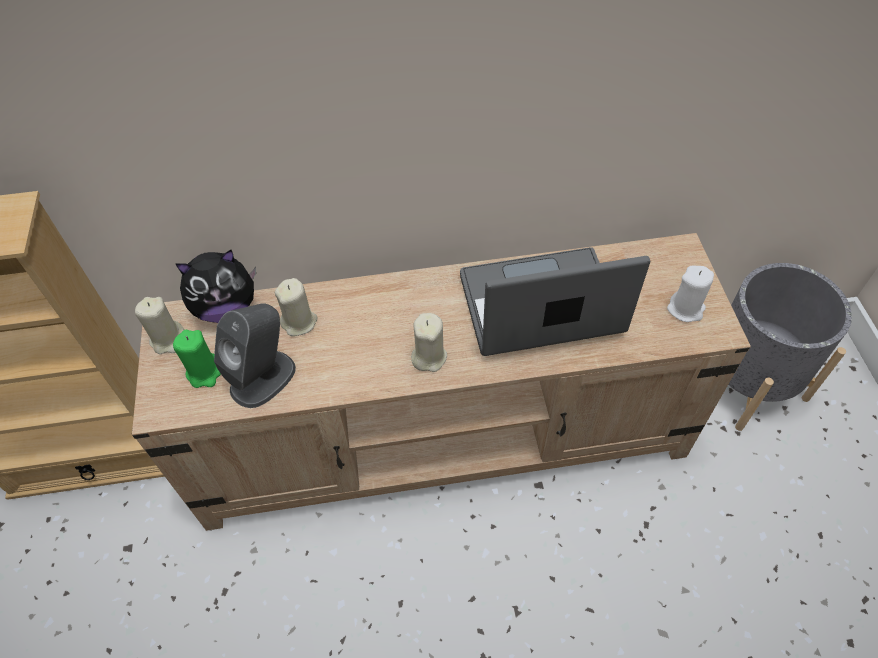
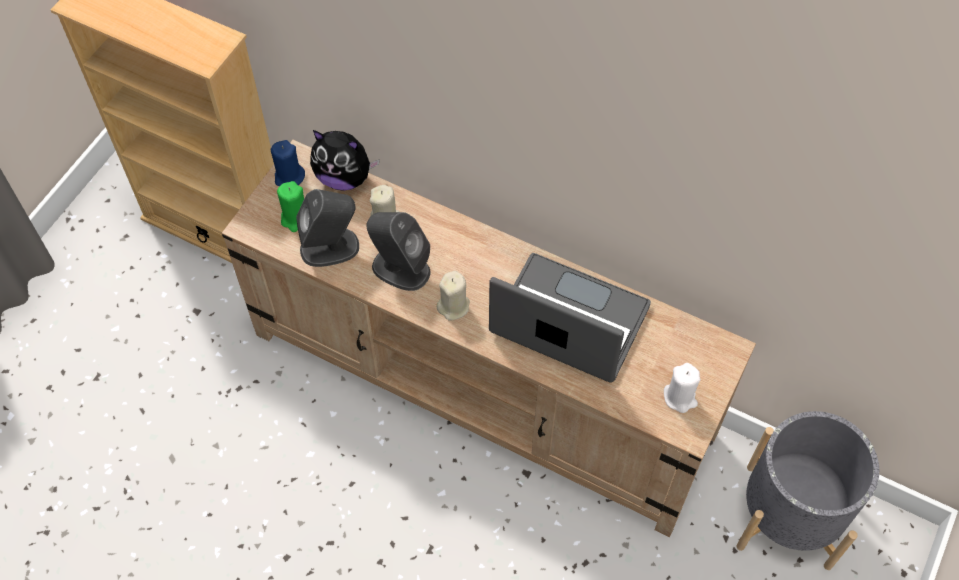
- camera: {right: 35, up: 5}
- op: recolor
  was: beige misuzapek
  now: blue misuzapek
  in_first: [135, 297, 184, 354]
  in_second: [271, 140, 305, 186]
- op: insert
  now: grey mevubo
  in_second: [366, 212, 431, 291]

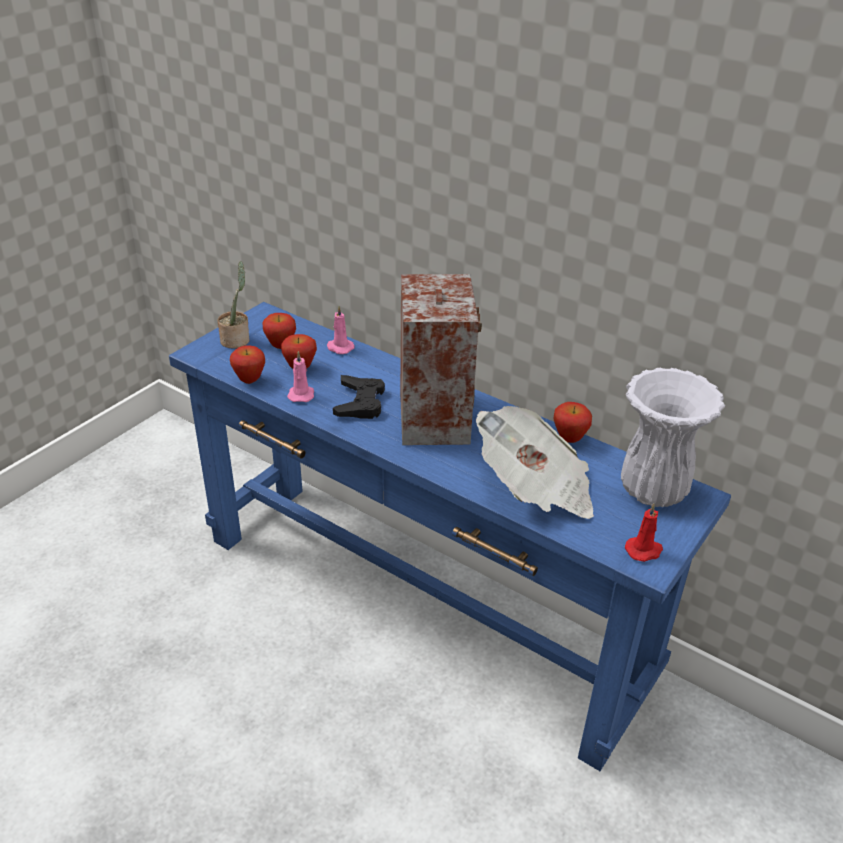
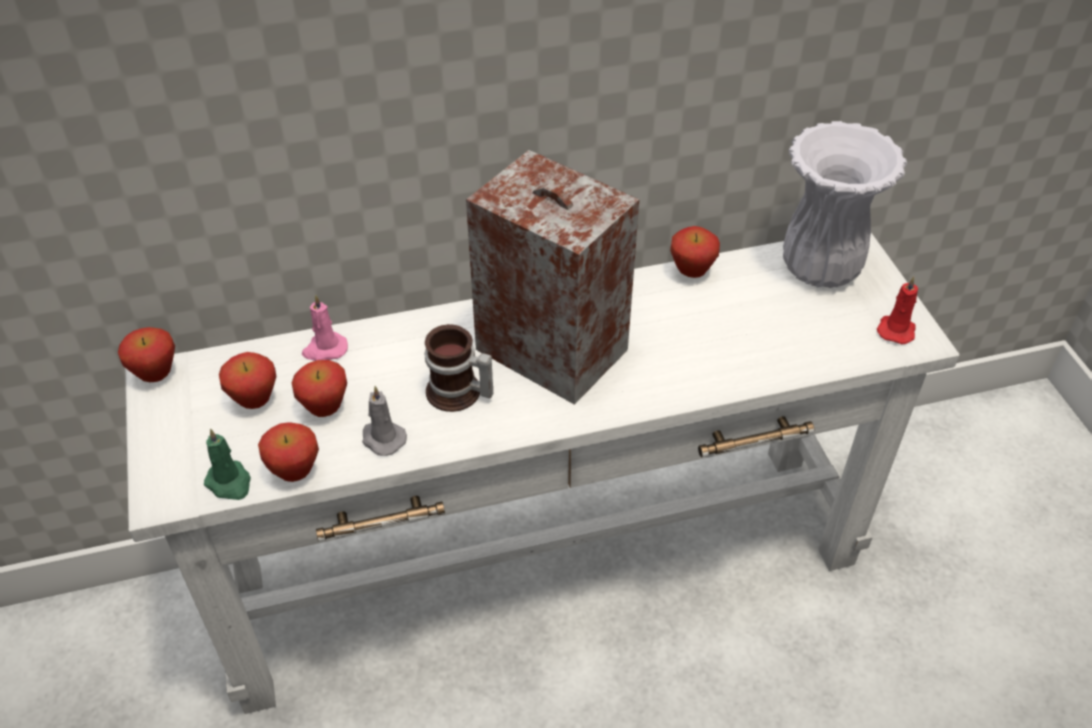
- camera: {right: -50, up: 10}
- op: recolor
  was: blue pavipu
  now: white pavipu
  in_first: [169, 302, 731, 771]
  in_second: [125, 233, 959, 714]
- op: delete
  was: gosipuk
  in_first: [218, 261, 250, 349]
- op: recolor
  was: pink misuzapek
  now: grey misuzapek
  in_first: [287, 351, 314, 402]
  in_second: [362, 386, 407, 456]
- op: replace
  was: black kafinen
  now: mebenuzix
  in_first: [333, 375, 385, 419]
  in_second: [425, 324, 493, 412]
- op: delete
  was: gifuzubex
  in_first: [476, 406, 594, 519]
- op: insert
  now: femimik
  in_second: [118, 327, 175, 382]
- op: insert
  now: green misuzapek
  in_second: [204, 428, 251, 500]

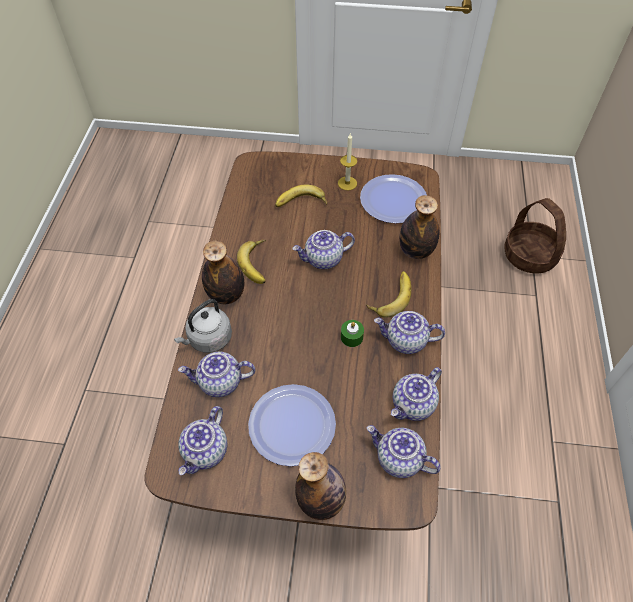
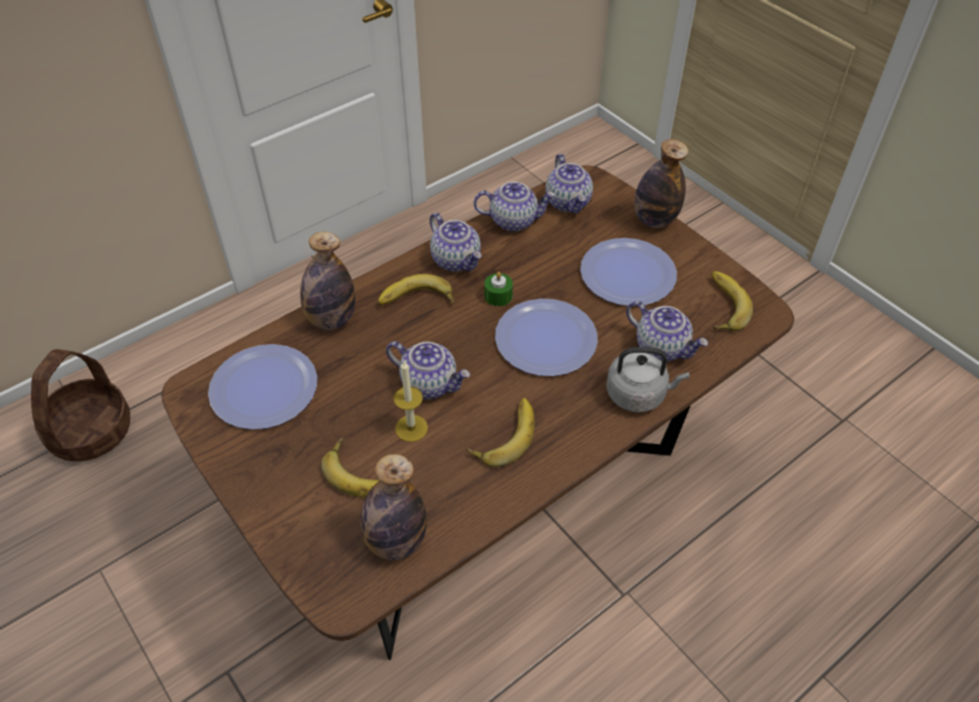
- camera: {right: -135, up: -5}
- op: replace
  was: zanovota
  now: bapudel
  in_first: [178, 406, 227, 475]
  in_second: [712, 271, 753, 331]
- op: move
  was: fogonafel
  in_first: [202, 241, 244, 304]
  in_second: [360, 454, 427, 560]
- op: move
  was: misuzapek
  in_first: [338, 134, 357, 191]
  in_second: [394, 361, 428, 442]
- op: insert
  now: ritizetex
  in_second: [495, 299, 598, 376]

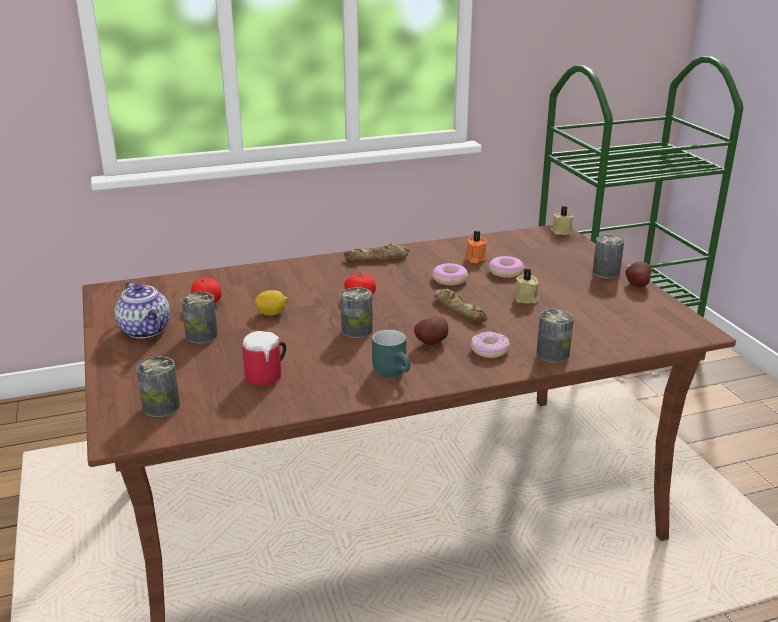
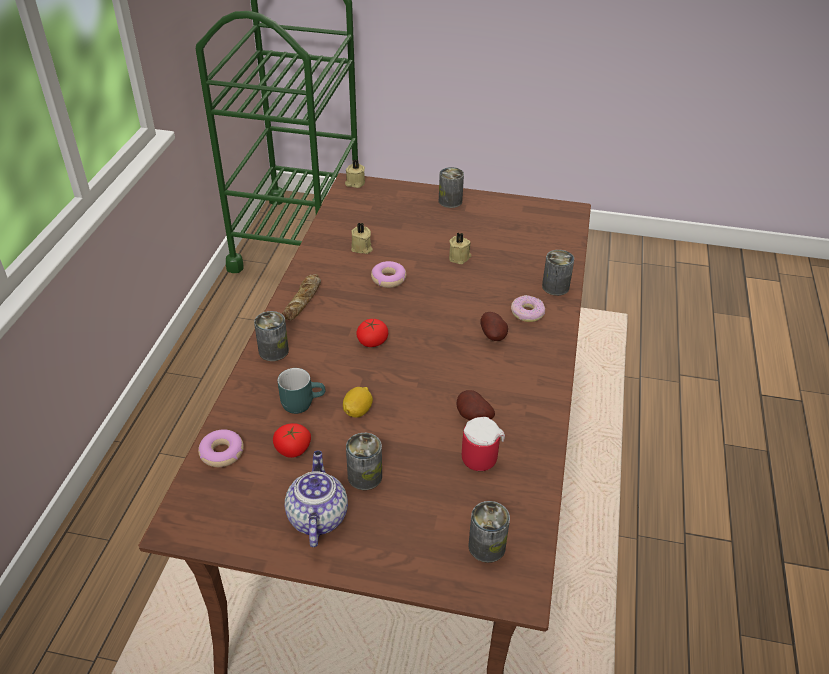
- camera: {right: -60, up: 15}
- op: rotate
  was: zanovota
  in_first: [115, 281, 170, 338]
  in_second: [285, 451, 348, 547]
  clockwise: -90
- op: move
  was: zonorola
  in_first: [341, 287, 373, 339]
  in_second: [254, 311, 289, 361]
- op: move
  was: turquoise mebenuzix
  in_first: [372, 330, 411, 377]
  in_second: [277, 368, 326, 414]
- op: delete
  was: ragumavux
  in_first: [434, 288, 487, 323]
- op: recolor
  was: orange misuzapek
  now: beige misuzapek
  in_first: [465, 231, 487, 263]
  in_second: [351, 223, 373, 254]
- op: move
  was: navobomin
  in_first: [489, 256, 525, 278]
  in_second: [198, 429, 244, 467]
- op: move
  was: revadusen
  in_first: [625, 261, 652, 287]
  in_second: [457, 390, 495, 420]

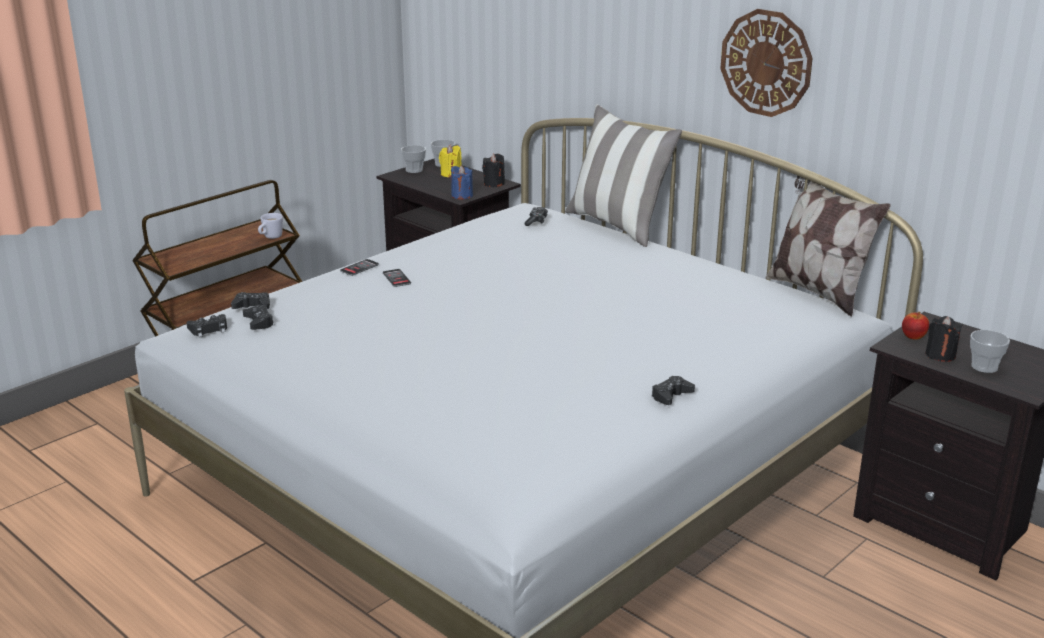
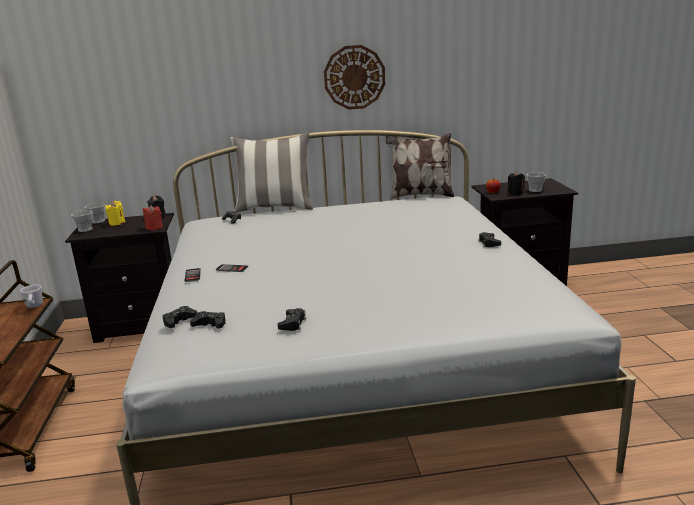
- camera: {right: -50, up: -5}
- op: move
  was: black kafinen
  in_first: [186, 314, 227, 337]
  in_second: [278, 308, 306, 331]
- op: recolor
  was: blue misuzapek
  now: red misuzapek
  in_first: [451, 165, 473, 200]
  in_second: [143, 205, 163, 230]

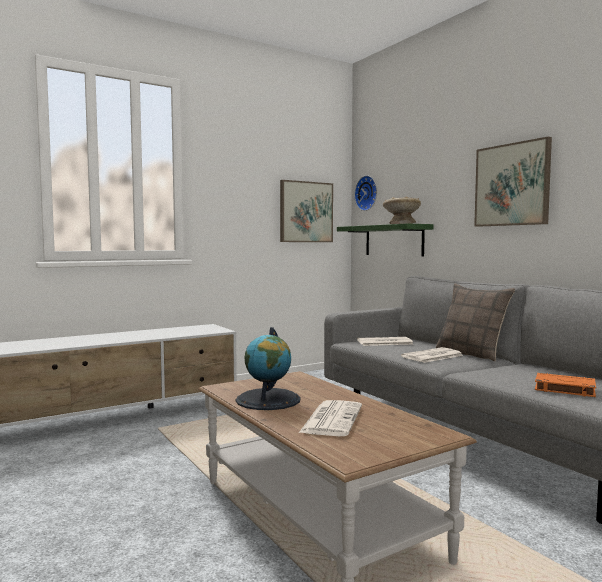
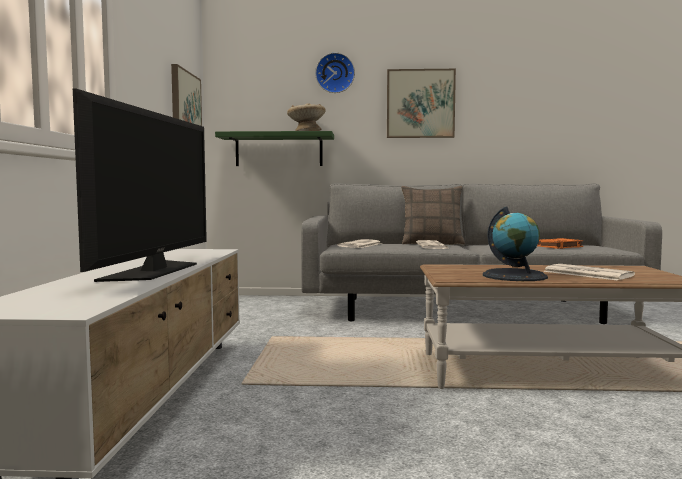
- camera: {right: -55, up: 0}
- op: move
  was: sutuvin
  in_first: [354, 175, 377, 211]
  in_second: [315, 53, 355, 93]
- op: insert
  now: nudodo
  in_second: [73, 89, 207, 282]

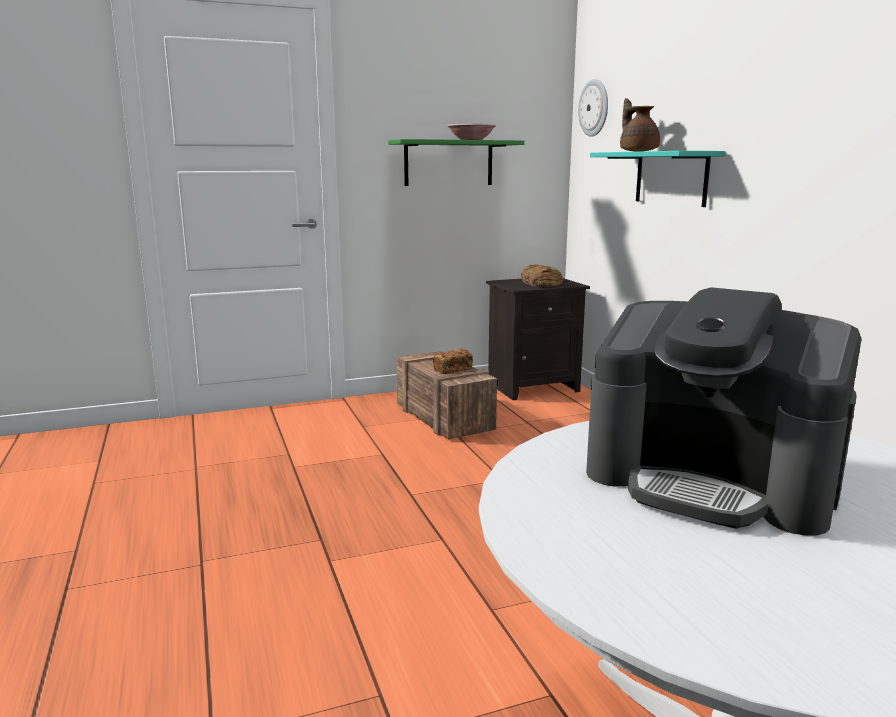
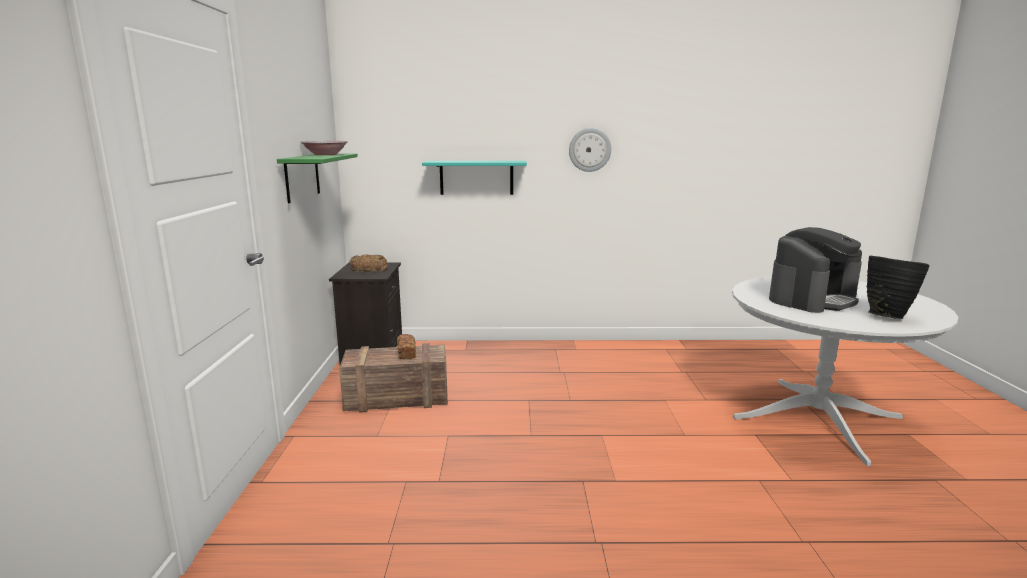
- camera: {right: -70, up: 0}
- op: move
  was: sutuvin
  in_first: [578, 79, 608, 137]
  in_second: [569, 128, 611, 172]
- op: delete
  was: brown zanovota
  in_first: [620, 98, 660, 152]
- op: insert
  now: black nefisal
  in_second: [867, 256, 929, 319]

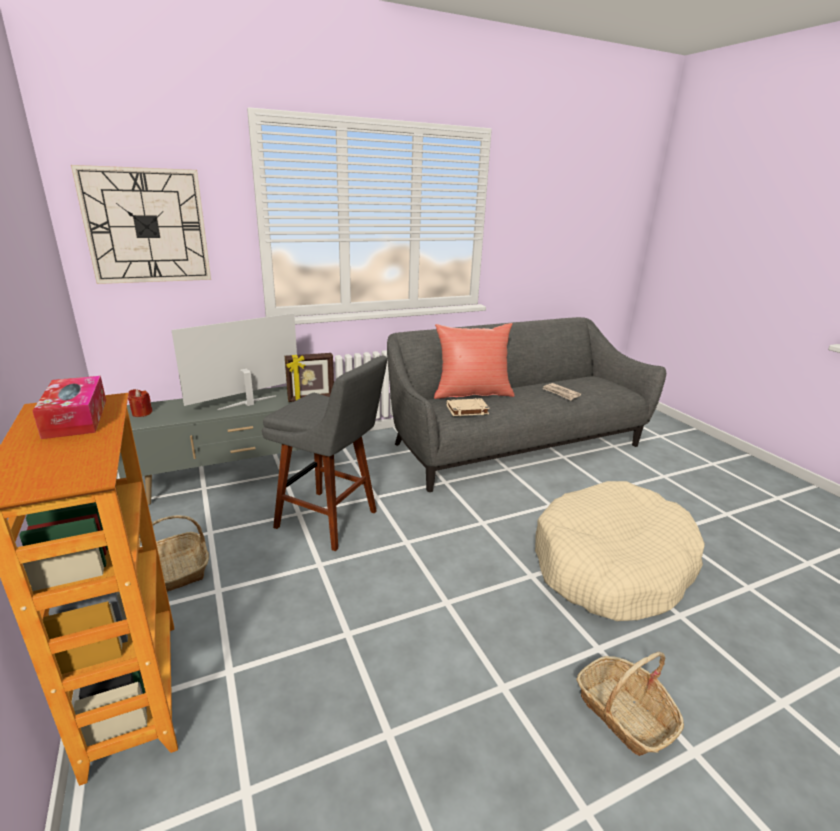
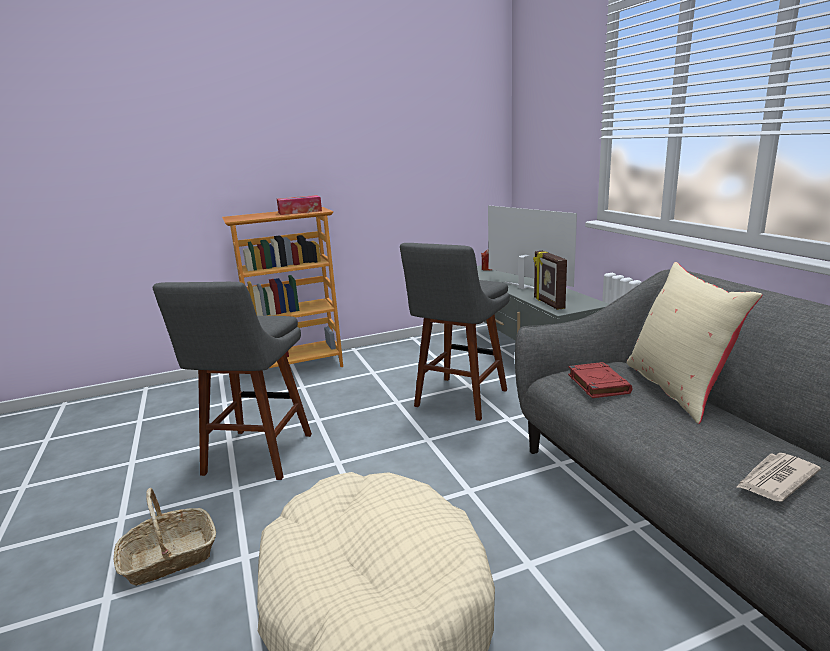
- camera: {right: 95, up: -5}
- op: delete
  was: sutuvin
  in_first: [71, 165, 211, 284]
- op: delete
  was: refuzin
  in_first: [138, 515, 209, 592]
- op: recolor
  was: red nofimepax
  now: beige nofimepax
  in_first: [434, 323, 515, 399]
  in_second: [627, 262, 762, 424]
- op: recolor
  was: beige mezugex
  now: red mezugex
  in_first: [447, 398, 490, 416]
  in_second: [568, 362, 632, 398]
- op: insert
  now: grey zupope
  in_second: [153, 282, 312, 480]

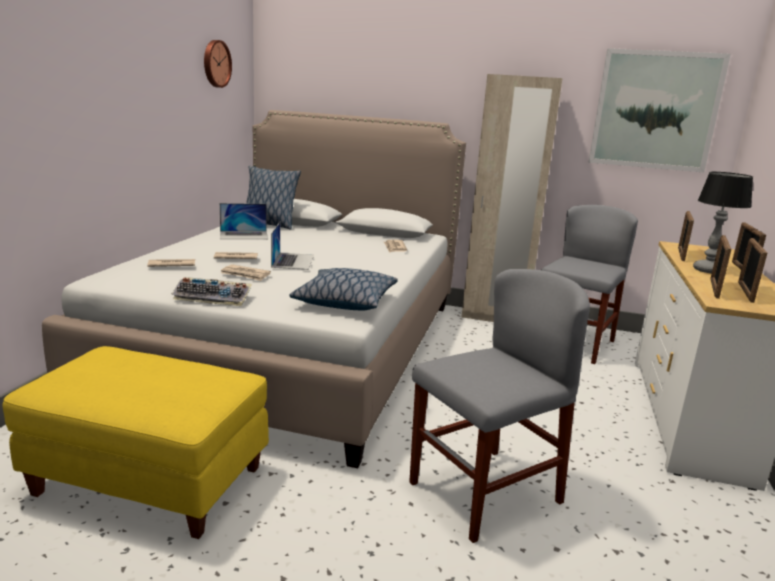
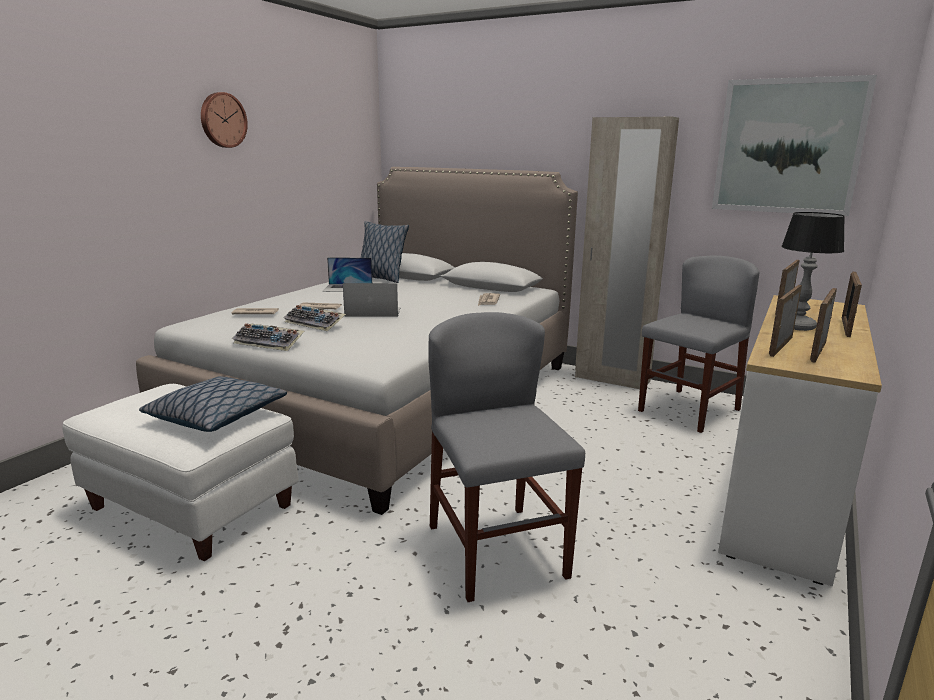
- camera: {right: 15, up: 0}
- op: recolor
  was: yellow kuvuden
  now: white kuvuden
  in_first: [3, 346, 269, 539]
  in_second: [62, 384, 299, 561]
- op: move
  was: sutuvin
  in_first: [204, 40, 232, 88]
  in_second: [201, 92, 248, 148]
- op: replace
  was: gifuzubex
  now: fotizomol
  in_first: [221, 264, 271, 281]
  in_second: [283, 305, 346, 331]
- op: rotate
  was: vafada
  in_first: [271, 222, 314, 270]
  in_second: [343, 283, 401, 317]
  clockwise: -105
- op: move
  was: nofimepax
  in_first: [289, 268, 398, 310]
  in_second: [139, 376, 287, 432]
- op: rotate
  was: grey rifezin
  in_first: [409, 269, 590, 543]
  in_second: [428, 312, 585, 602]
  clockwise: -90

